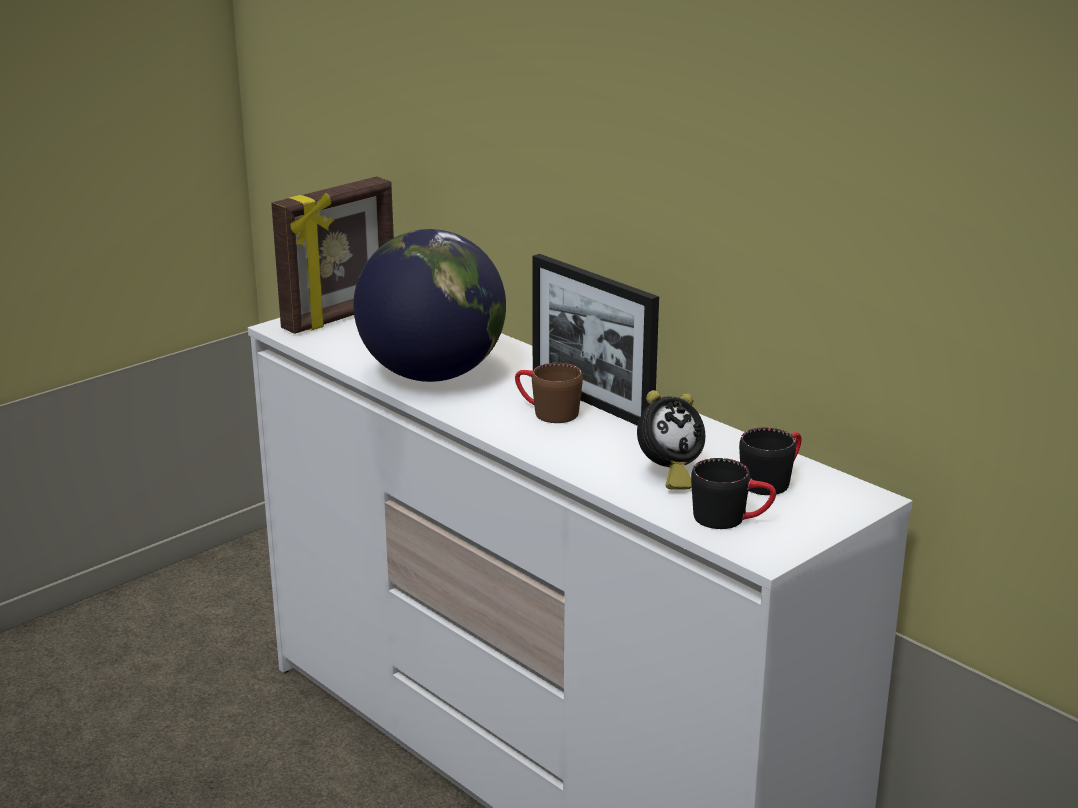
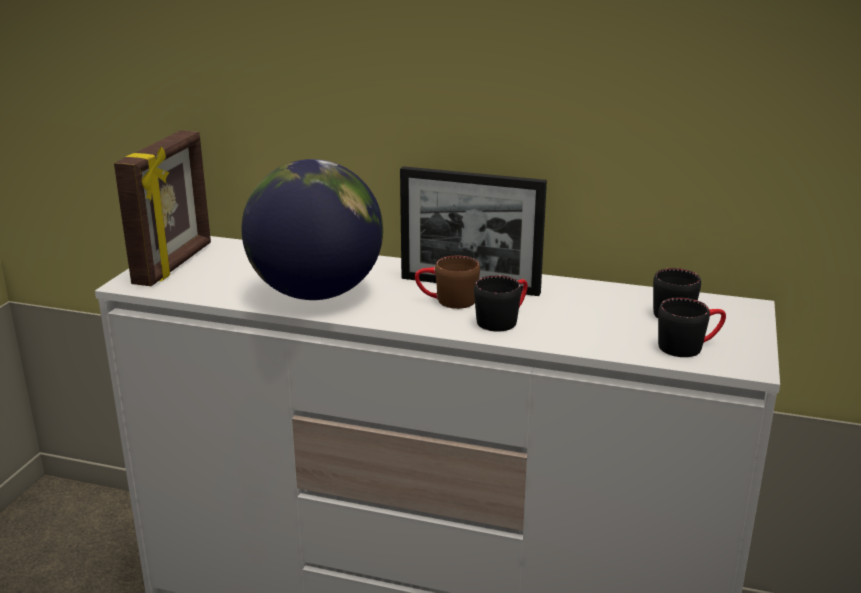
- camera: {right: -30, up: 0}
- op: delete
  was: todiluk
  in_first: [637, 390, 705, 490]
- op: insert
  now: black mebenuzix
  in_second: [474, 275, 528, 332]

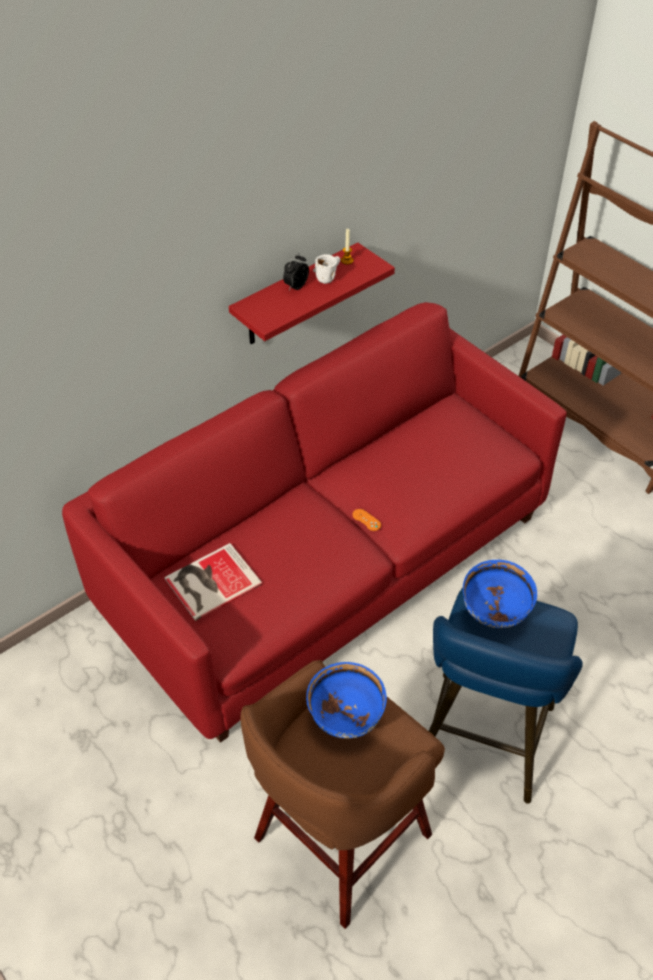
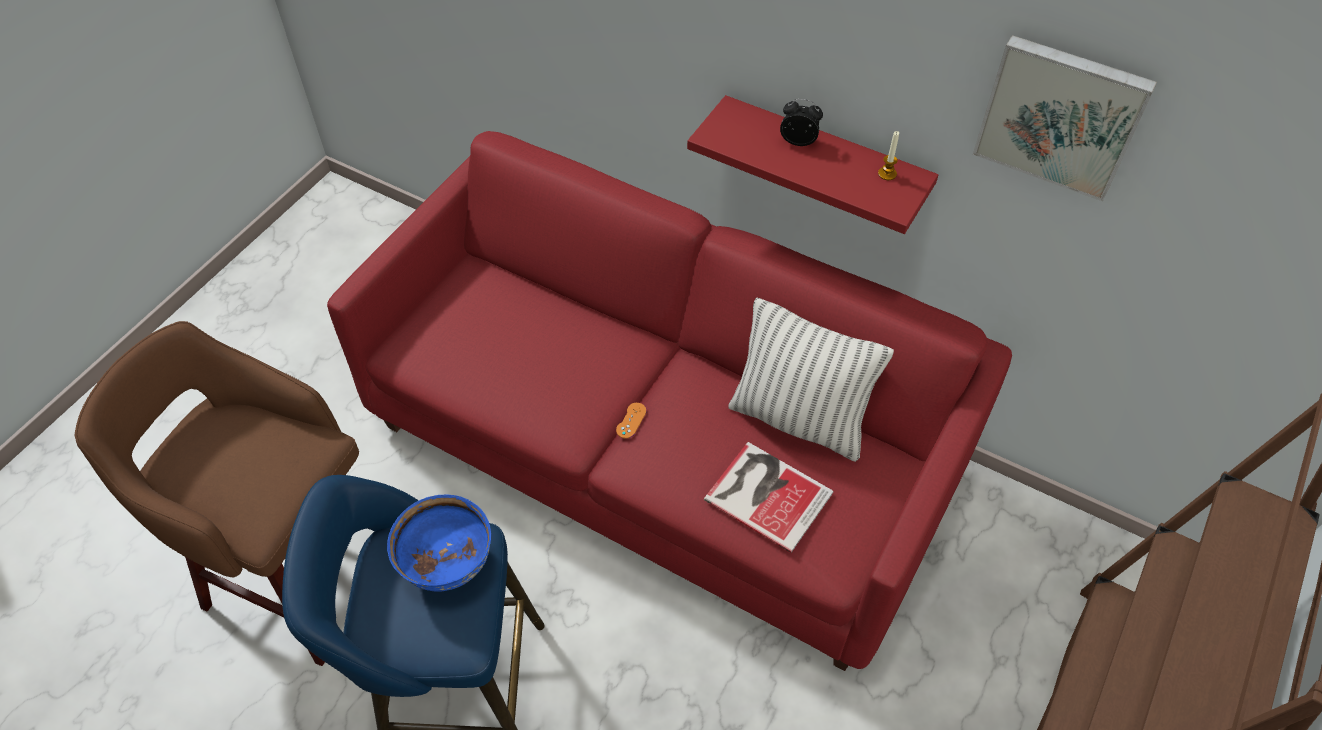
- camera: {right: 70, up: 5}
- op: move
  was: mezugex
  in_first: [164, 543, 263, 621]
  in_second: [704, 442, 833, 553]
- op: delete
  was: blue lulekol
  in_first: [306, 662, 387, 739]
- op: delete
  was: white mebenuzix
  in_first: [313, 254, 340, 284]
- op: insert
  now: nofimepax
  in_second: [728, 298, 894, 462]
- op: insert
  now: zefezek
  in_second: [973, 35, 1157, 201]

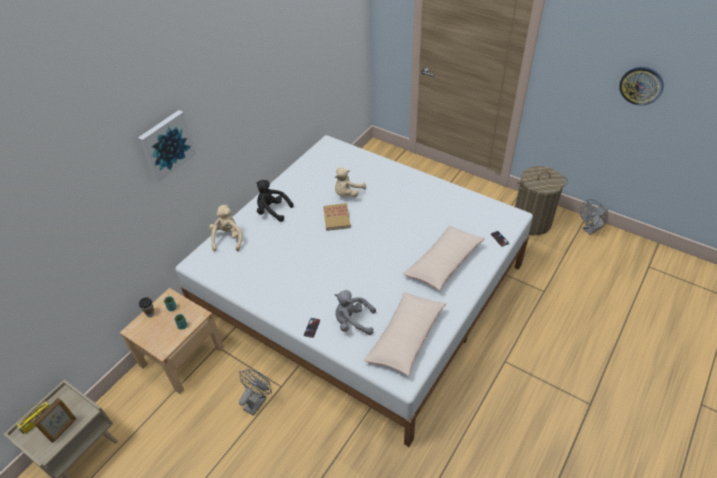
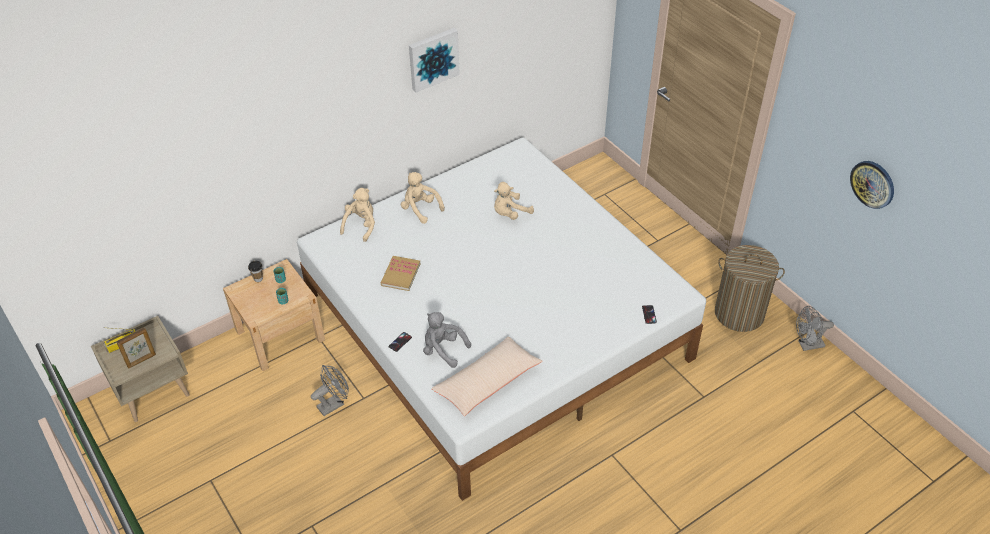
- camera: {right: 20, up: 0}
- op: move
  was: zefezek
  in_first: [138, 110, 196, 182]
  in_second: [409, 28, 460, 93]
- op: recolor
  was: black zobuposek
  now: beige zobuposek
  in_first: [256, 180, 293, 222]
  in_second: [401, 172, 445, 224]
- op: move
  was: mezugex
  in_first: [323, 203, 351, 231]
  in_second: [381, 256, 420, 291]
- op: delete
  was: beige nofimepax
  in_first: [403, 225, 485, 290]

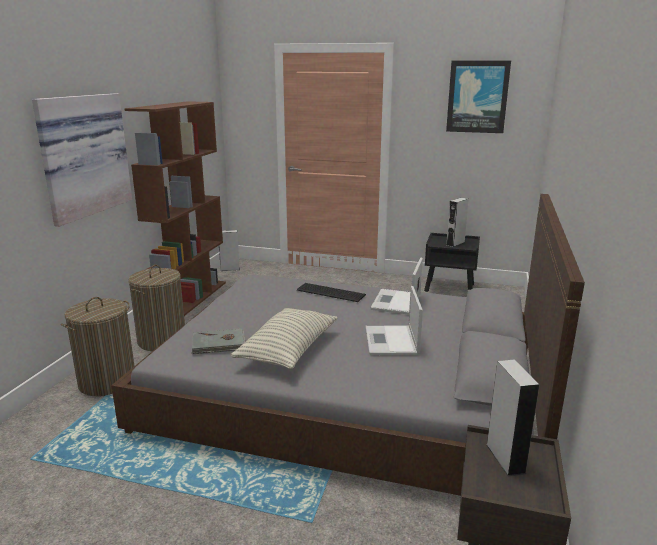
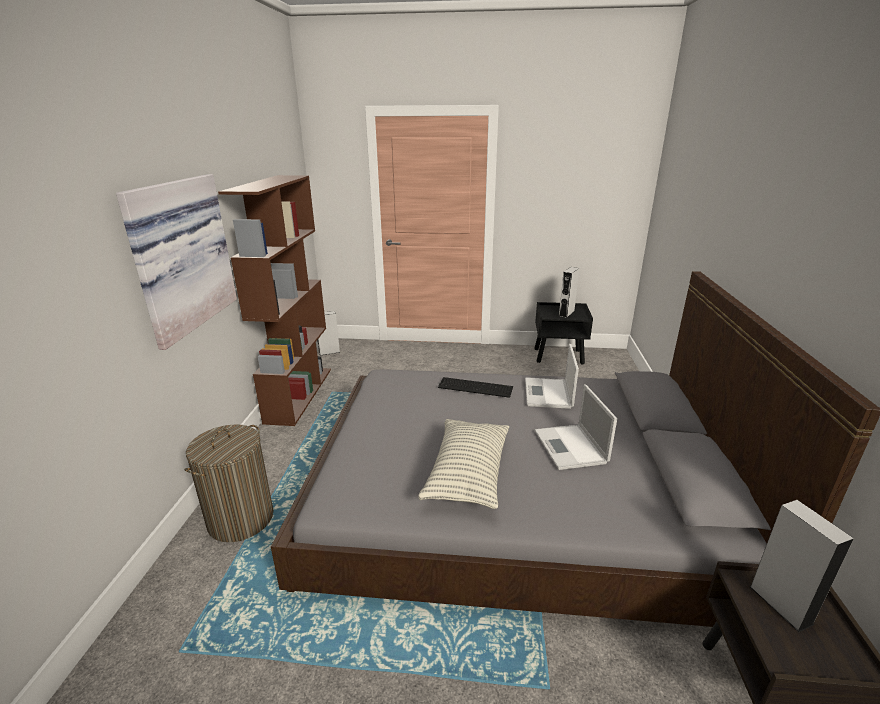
- camera: {right: -10, up: 5}
- op: delete
  was: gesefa
  in_first: [129, 265, 185, 351]
- op: delete
  was: grey mezugex
  in_first: [191, 328, 245, 354]
- op: delete
  was: zefezek
  in_first: [446, 61, 511, 133]

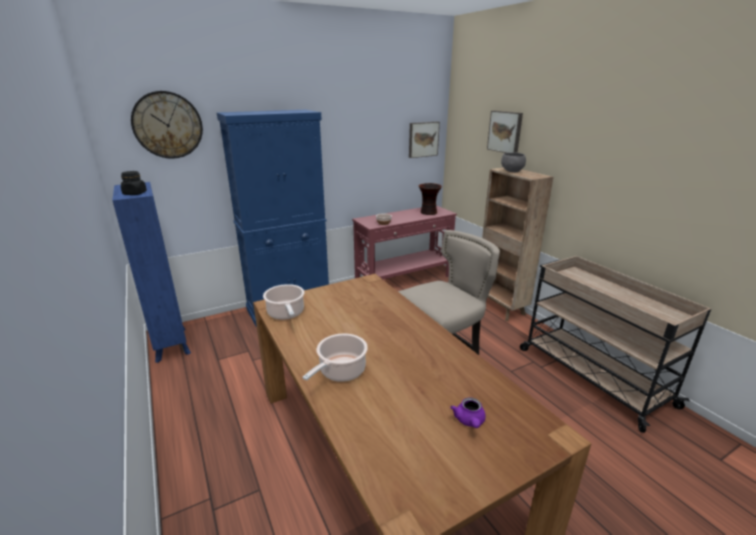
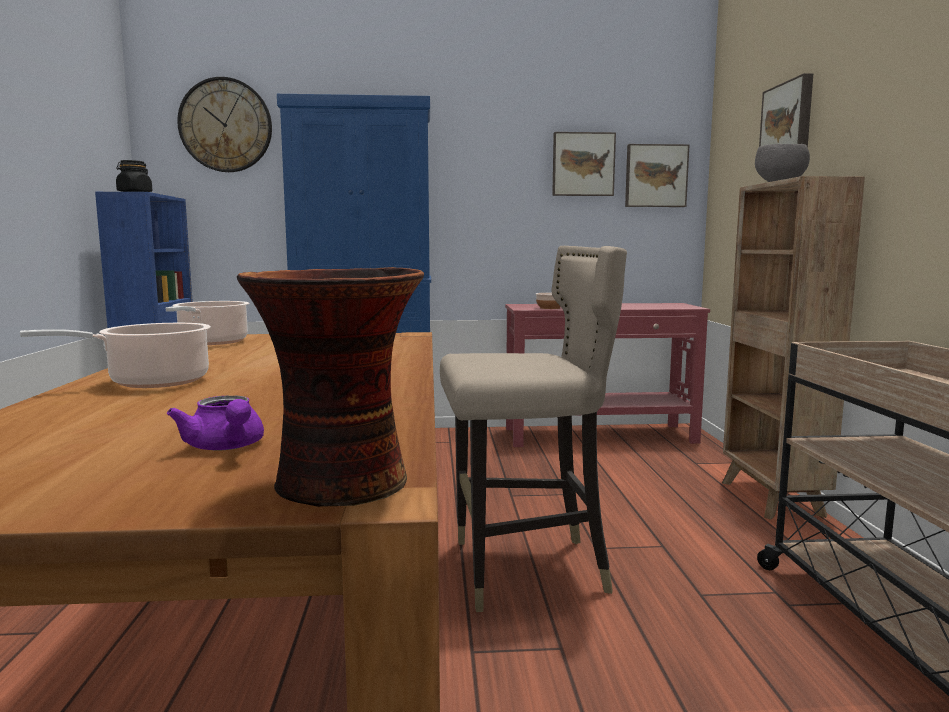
- camera: {right: 25, up: -15}
- op: move
  was: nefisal
  in_first: [419, 183, 442, 215]
  in_second: [237, 267, 424, 507]
- op: rotate
  was: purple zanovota
  in_first: [450, 397, 486, 428]
  in_second: [167, 396, 264, 451]
  clockwise: -60
- op: insert
  now: zefezek
  in_second: [552, 132, 616, 196]

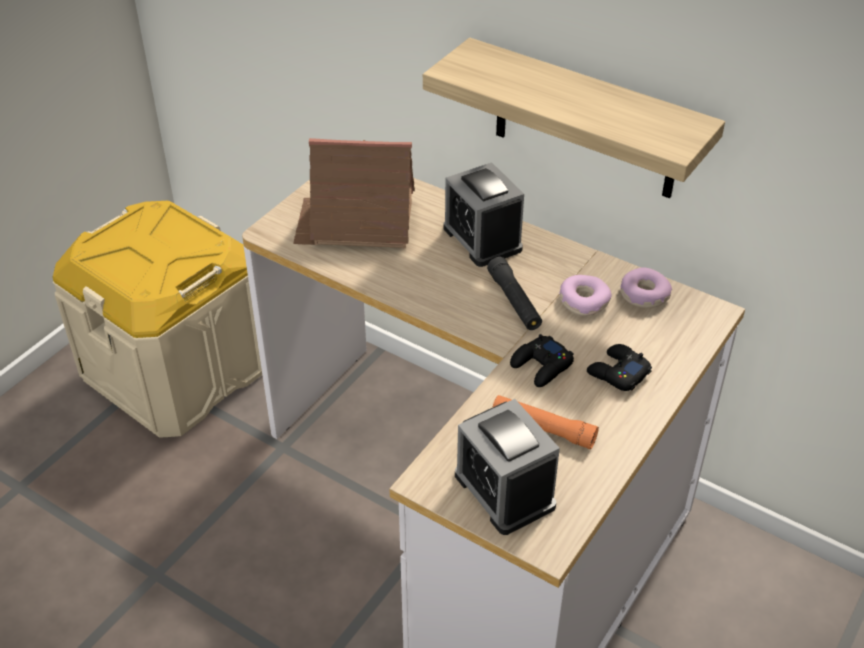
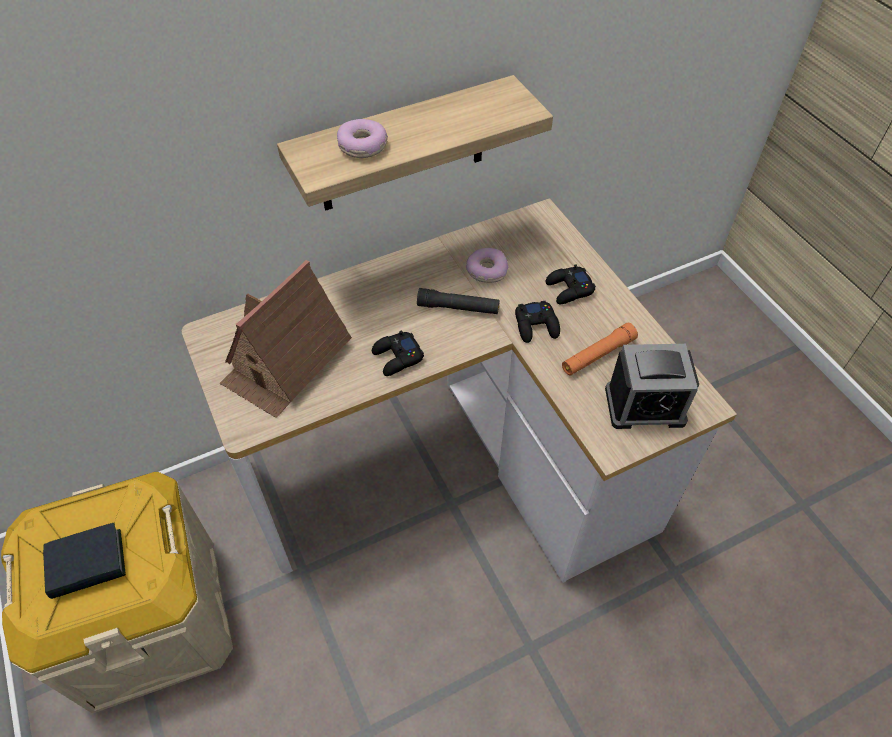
- camera: {right: -60, up: 10}
- op: delete
  was: todiluk
  in_first: [444, 162, 524, 267]
- op: move
  was: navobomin
  in_first: [621, 267, 672, 308]
  in_second: [337, 119, 388, 158]
- op: insert
  now: mezugex
  in_second: [43, 523, 126, 599]
- op: insert
  now: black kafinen
  in_second: [372, 331, 424, 376]

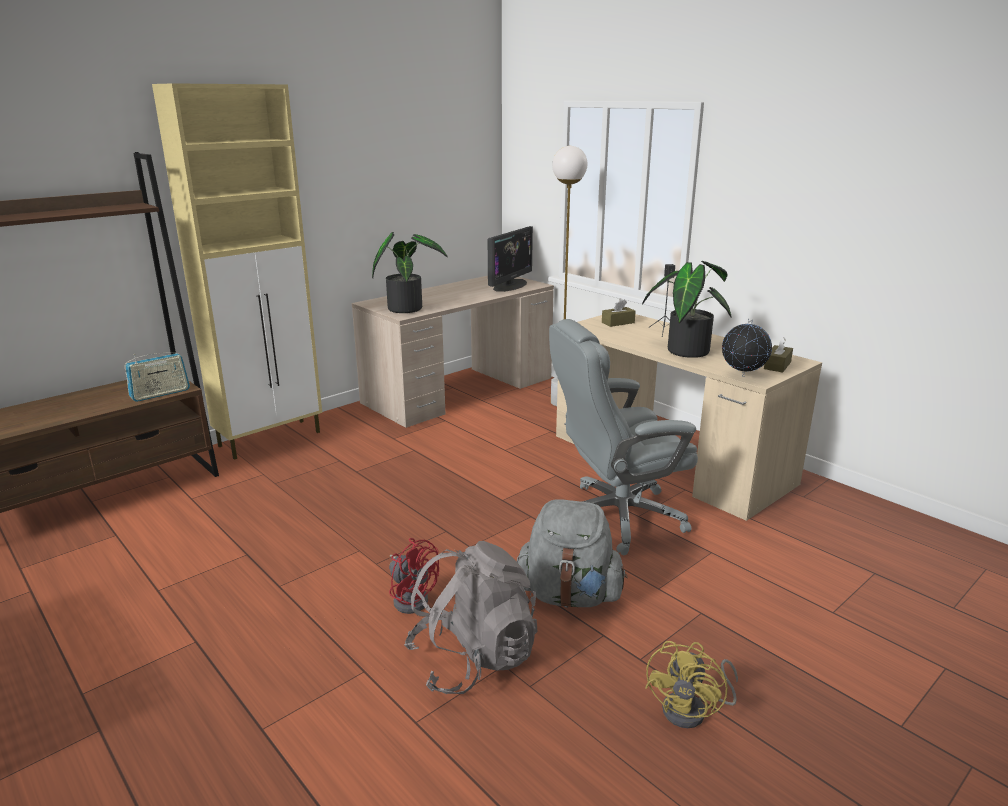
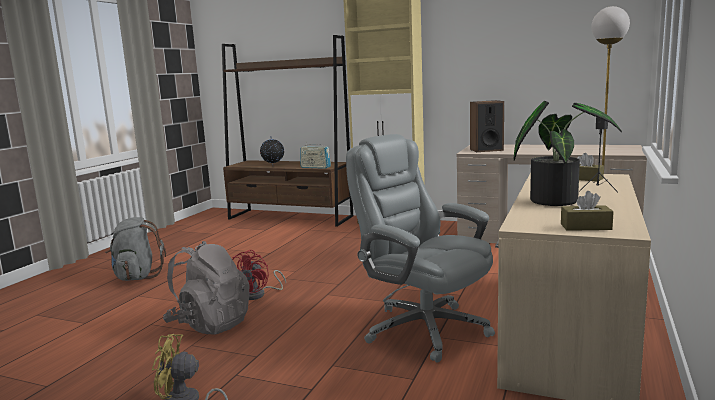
- camera: {right: 65, up: -10}
- op: replace
  was: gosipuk
  now: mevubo
  in_first: [372, 232, 448, 313]
  in_second: [470, 100, 504, 152]
- op: delete
  was: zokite
  in_first: [488, 226, 533, 292]
- op: move
  was: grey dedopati
  in_first: [517, 499, 628, 608]
  in_second: [105, 217, 166, 281]
- op: move
  was: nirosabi
  in_first: [722, 319, 772, 377]
  in_second: [260, 136, 284, 163]

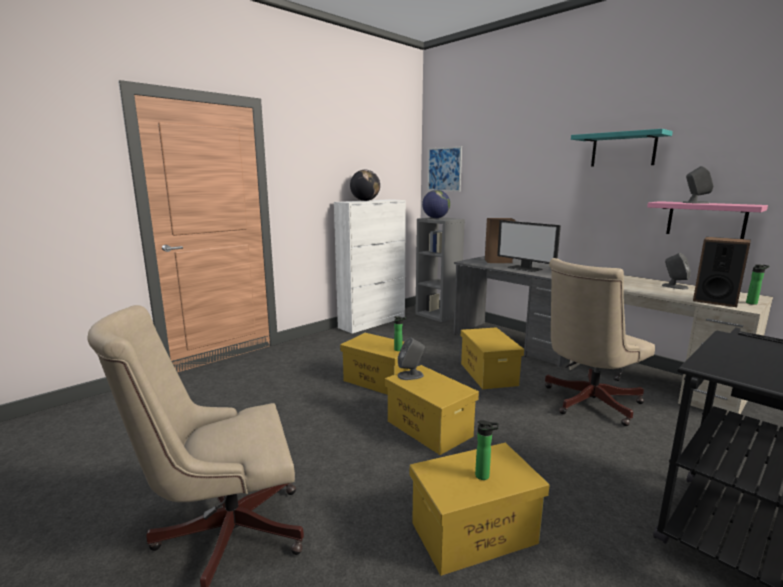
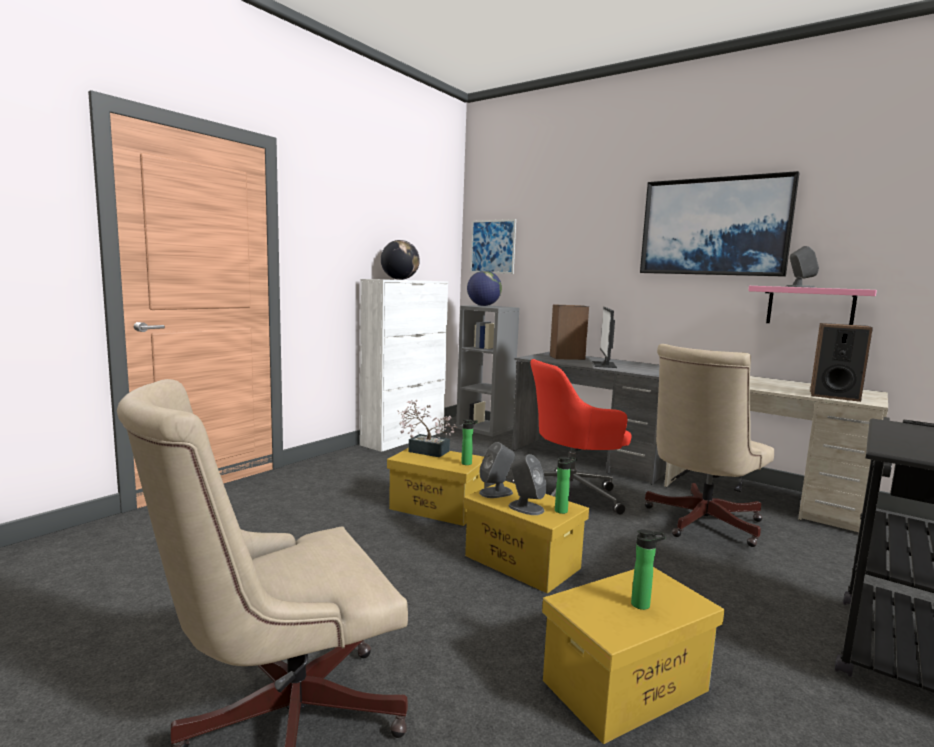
- camera: {right: -10, up: -5}
- op: replace
  was: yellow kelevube
  now: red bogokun
  in_first: [461, 327, 524, 389]
  in_second: [512, 359, 632, 514]
- op: rotate
  was: zokite
  in_first: [497, 220, 561, 272]
  in_second: [592, 307, 617, 368]
  clockwise: 60
- op: replace
  was: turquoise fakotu
  now: zefezek
  in_first: [571, 129, 673, 166]
  in_second: [640, 171, 799, 277]
- op: move
  was: grey mevubo
  in_first: [662, 253, 691, 289]
  in_second: [509, 454, 547, 515]
- op: move
  was: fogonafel
  in_first: [746, 264, 769, 305]
  in_second: [555, 457, 577, 514]
- op: insert
  now: gosipuk
  in_second: [397, 400, 457, 457]

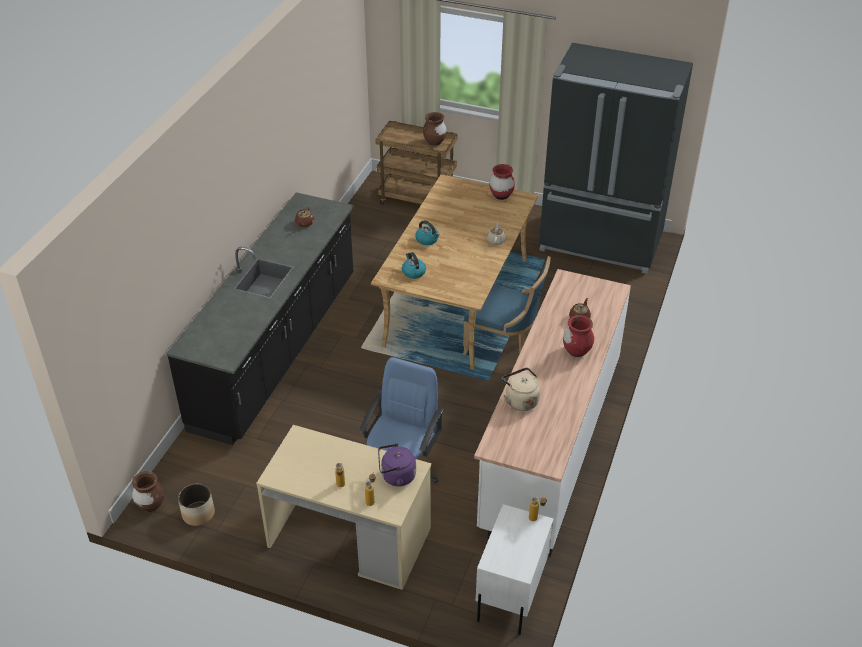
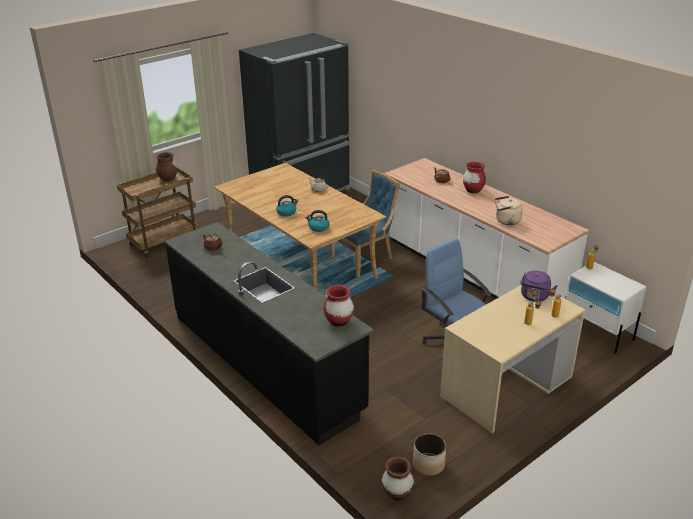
- camera: {right: -60, up: -10}
- op: move
  was: red nefisal
  in_first: [489, 164, 515, 200]
  in_second: [323, 285, 354, 327]

